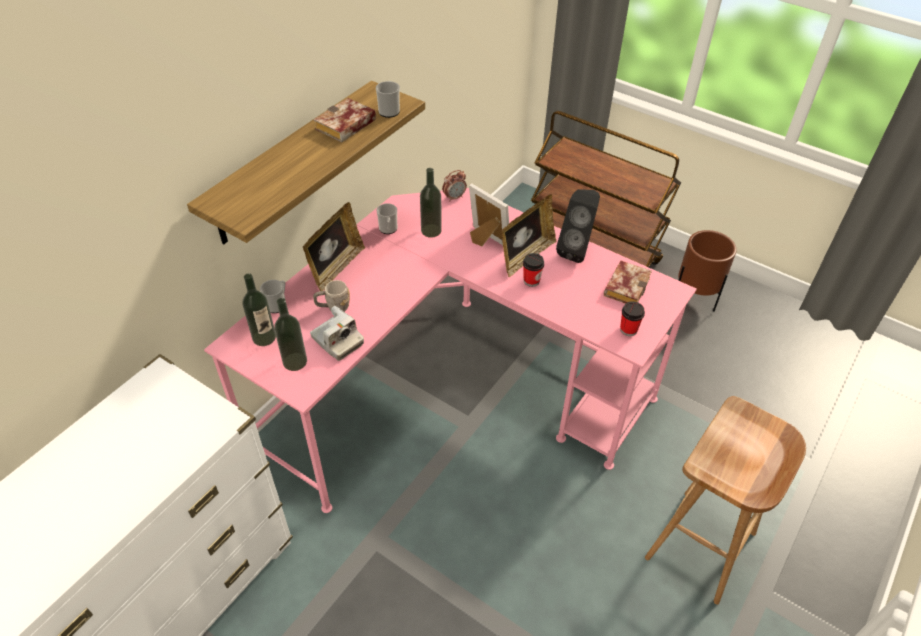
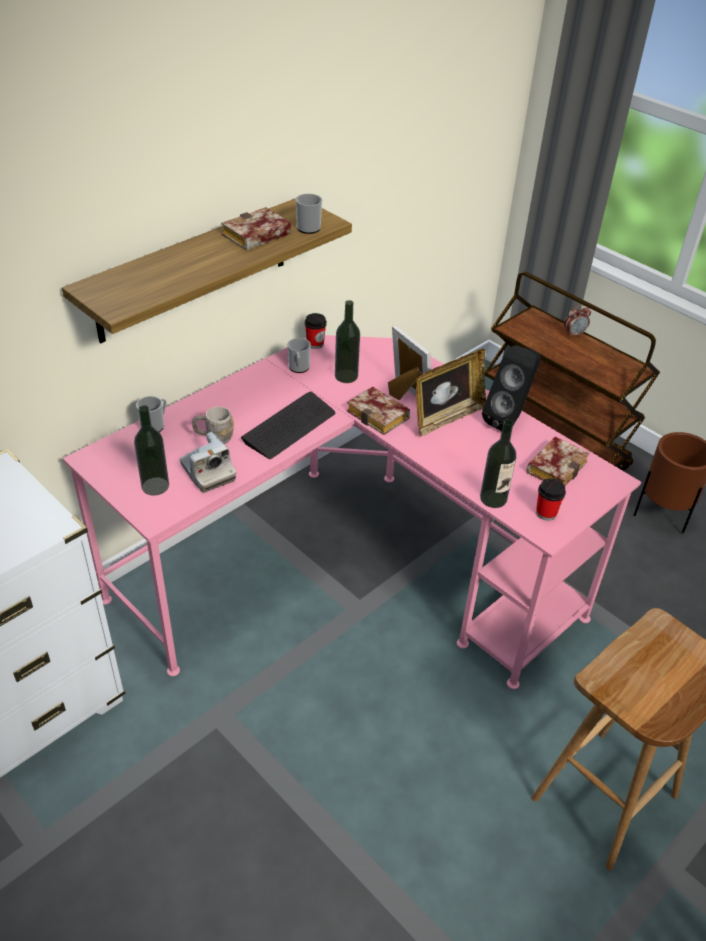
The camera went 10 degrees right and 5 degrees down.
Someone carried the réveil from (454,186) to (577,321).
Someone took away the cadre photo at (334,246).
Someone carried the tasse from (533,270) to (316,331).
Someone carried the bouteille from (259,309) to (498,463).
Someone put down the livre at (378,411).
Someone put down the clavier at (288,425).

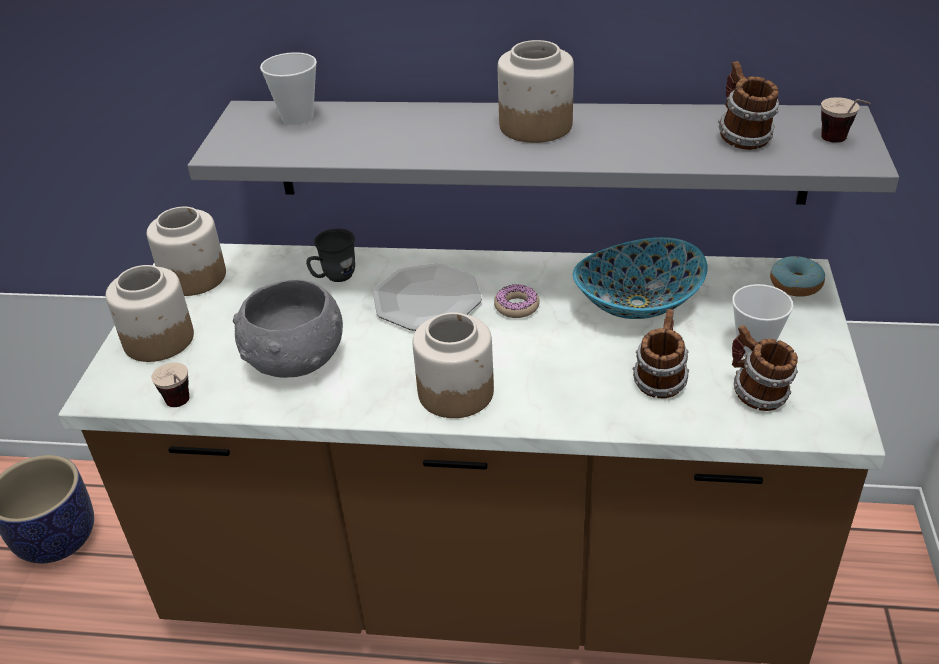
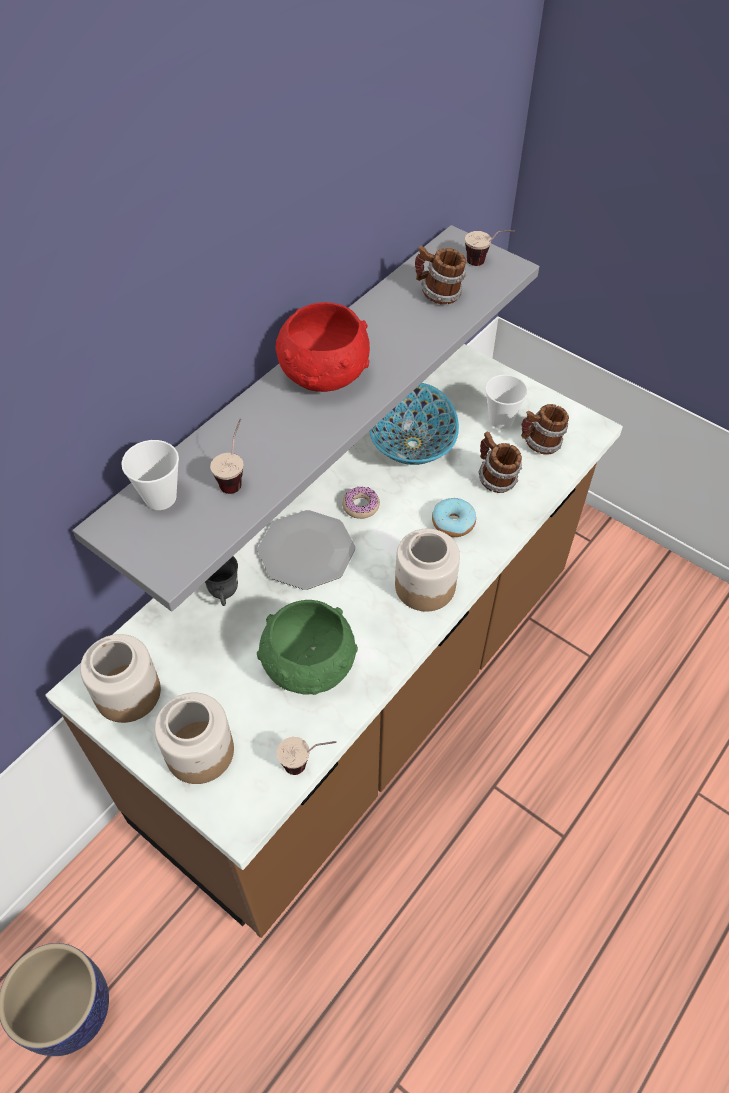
The camera went 60 degrees left and 15 degrees up.
Someone swapped the bocal at (536,91) for the bol [rouge] at (323,347).
Someone carried the beignet from (797,276) to (454,517).
Someone repainted the bol [gris] at (288,329), which became the bol [vert] at (307,647).
Someone put down the tasse at (226,456).

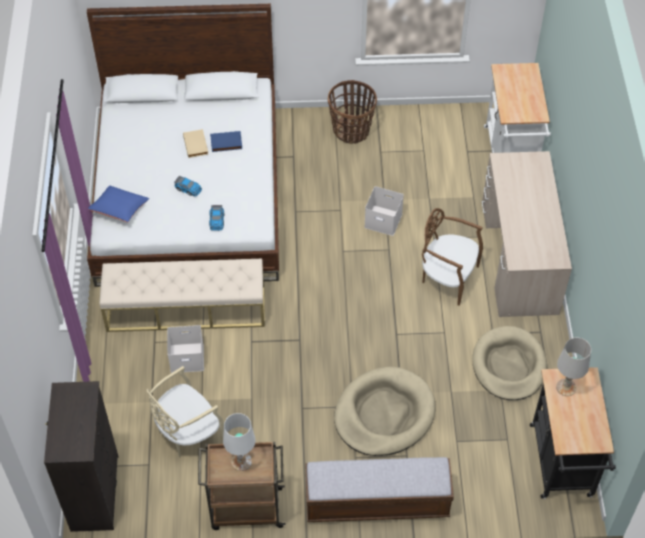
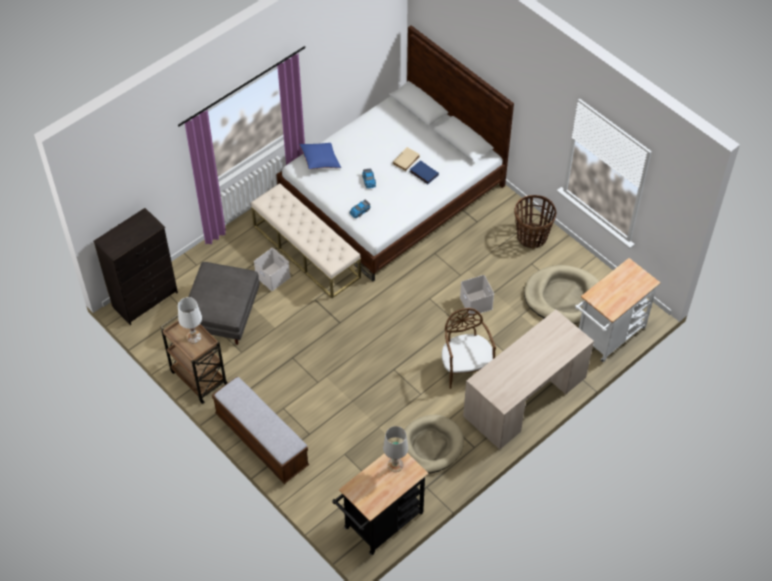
The camera went 50 degrees right and 0 degrees up.
Someone swapped the chaise [beige] at (185,412) for the pouf [gris] at (222,303).
Someone carried the panier pour chien [beige] from (385,411) to (561,294).

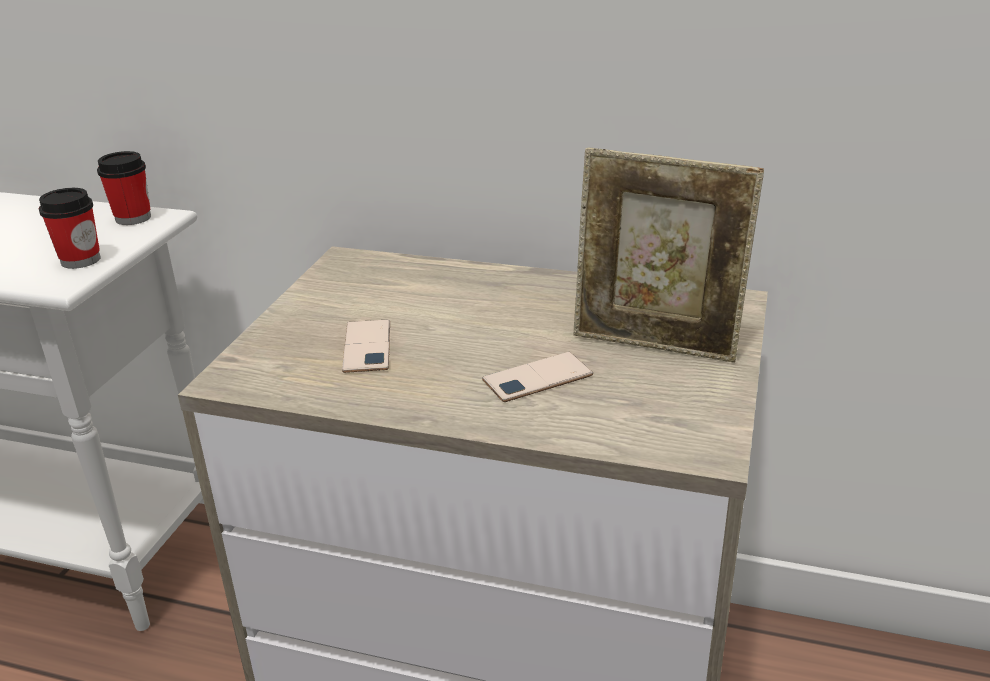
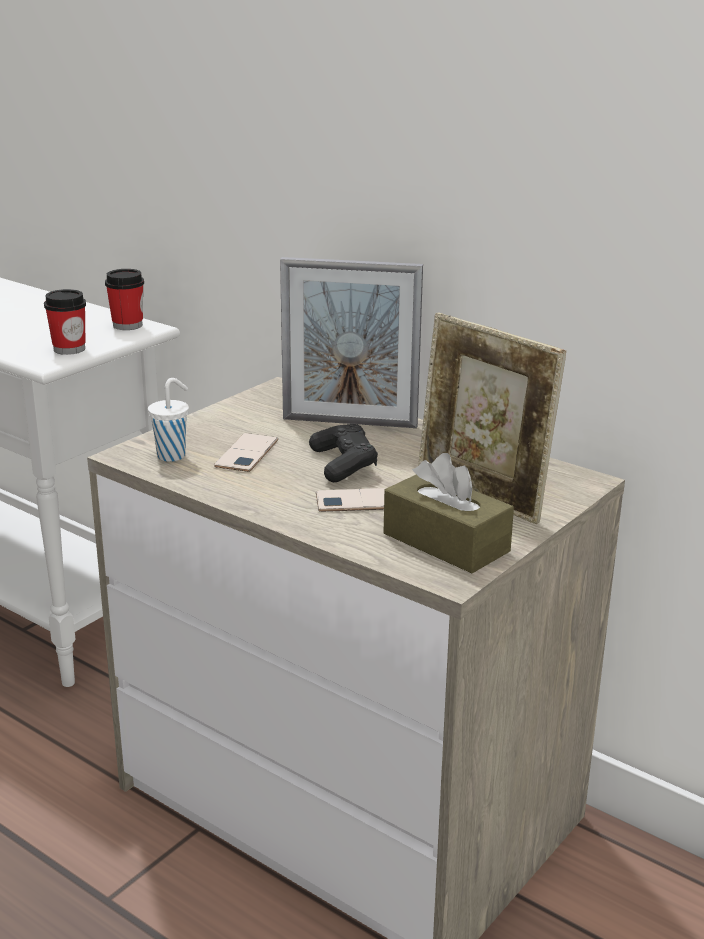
The camera went 20 degrees right and 5 degrees down.
Someone put down the cadre photo at (351,342).
Someone put down the tasse [blanc] at (168,420).
Someone put down the manette [noir] at (343,453).
Someone put down the boîte à mouchoirs [marron] at (449,513).

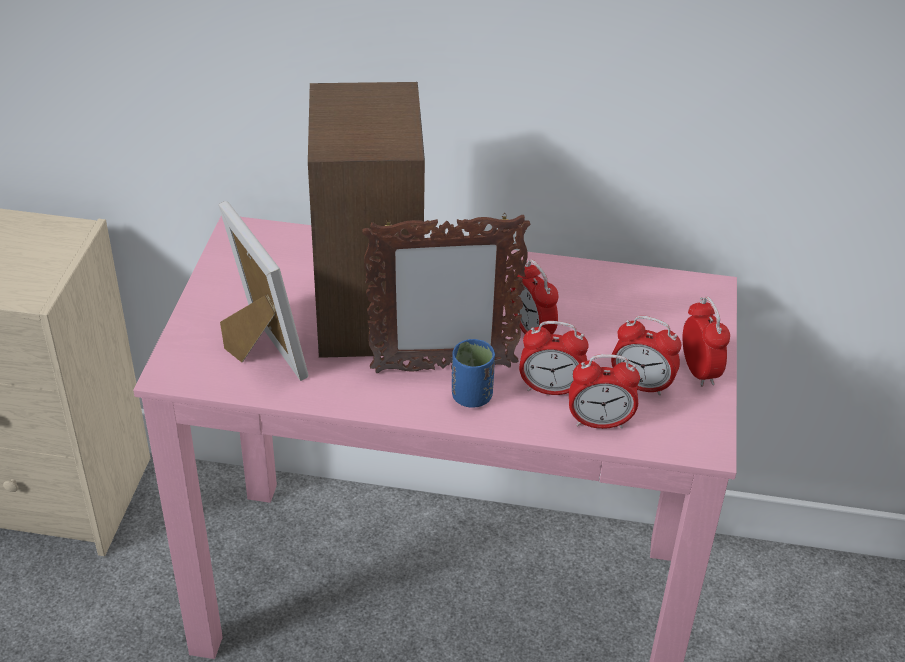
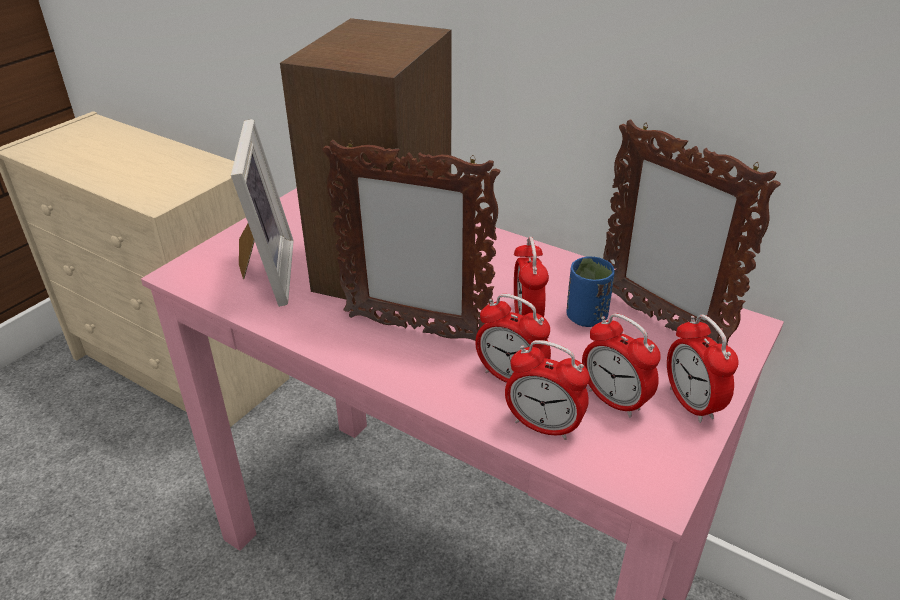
The camera went 25 degrees right and 5 degrees down.
Someone rotated the réveil at (706,342) by 150 degrees clockwise.
Someone carried the tasse [bleu] from (473,373) to (591,291).
Someone put down the cadre photo at (692,232).

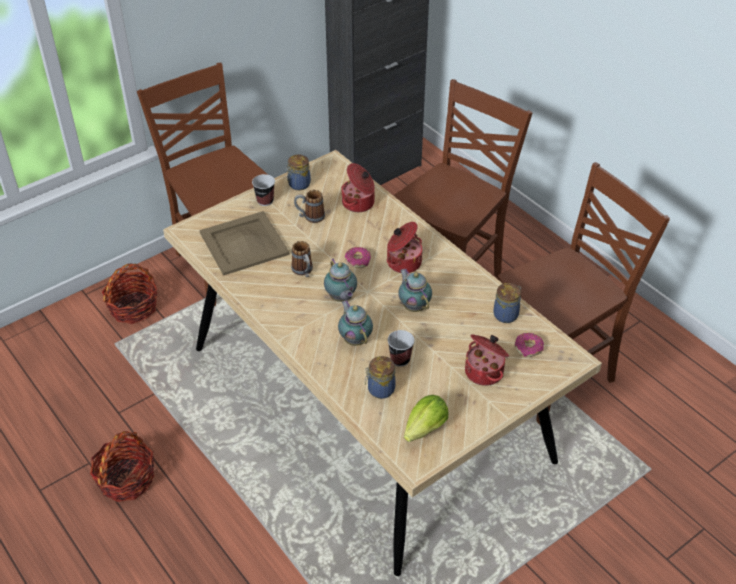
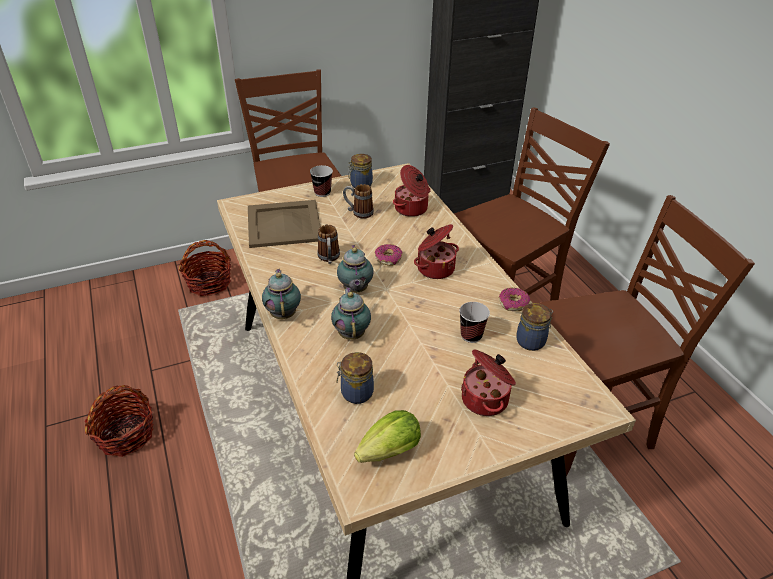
The camera went 15 degrees right and 5 degrees down.
Someone carried the théière from (415,290) to (281,294).
Someone carried the tasse from (401,348) to (474,322).
Someone carried the beignet from (529,345) to (514,299).

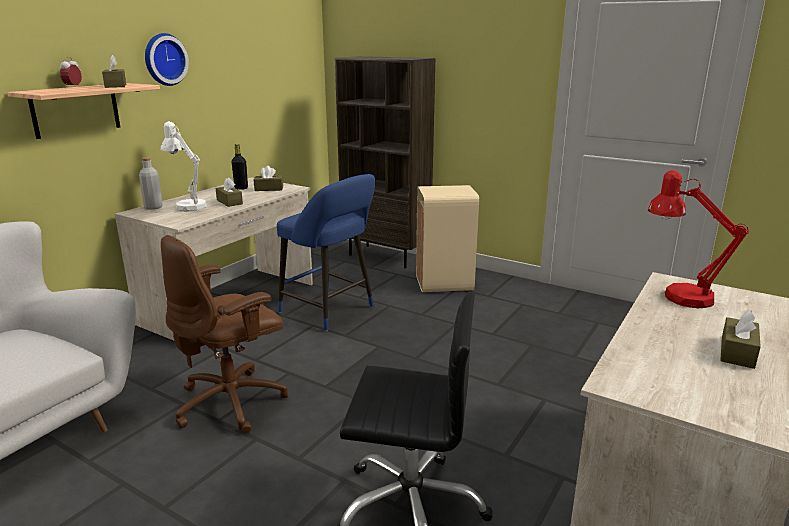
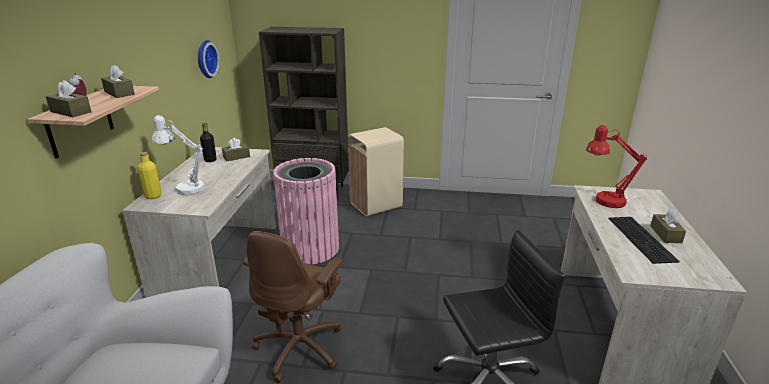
The camera went 25 degrees left and 5 degrees up.
Someone carried the horloge murale from (167,59) to (208,59).
Someone repainted the bouteille [gris] at (151,183), which became the bouteille [jaune] at (149,175).
Someone swapped the tabouret [bleu] at (326,252) for the poubelle [rose] at (306,211).
Someone carried the boîte à mouchoirs [marron] from (229,192) to (69,98).
Someone put down the clavier at (644,240).

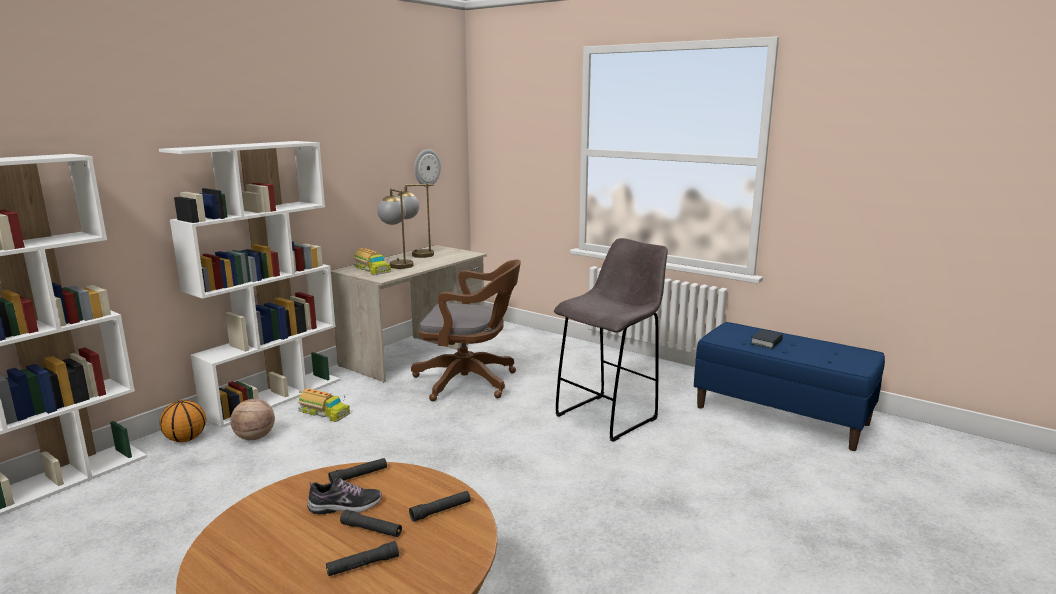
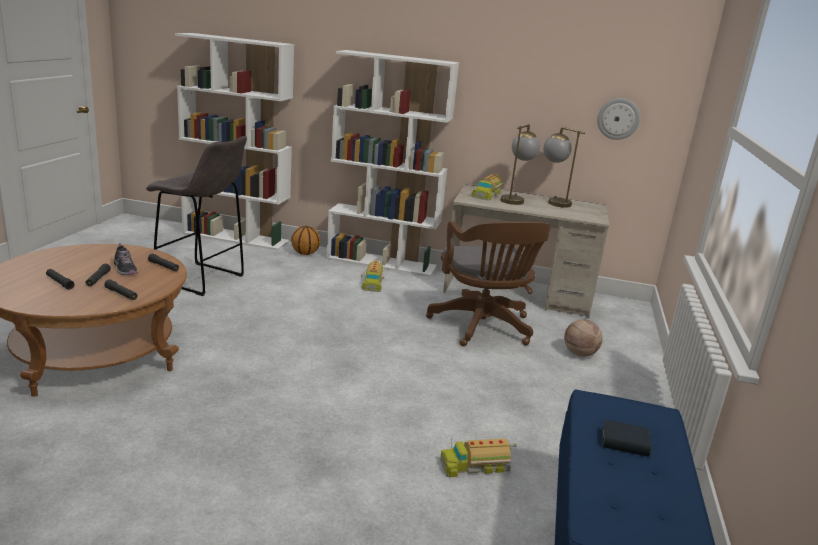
The camera went 65 degrees right and 5 degrees up.
Someone carried the tabouret [gris] from (611,340) to (196,216).
Someone carried the ballon de basket from (252,419) to (583,338).
Someone put down the camion jouet at (478,457).

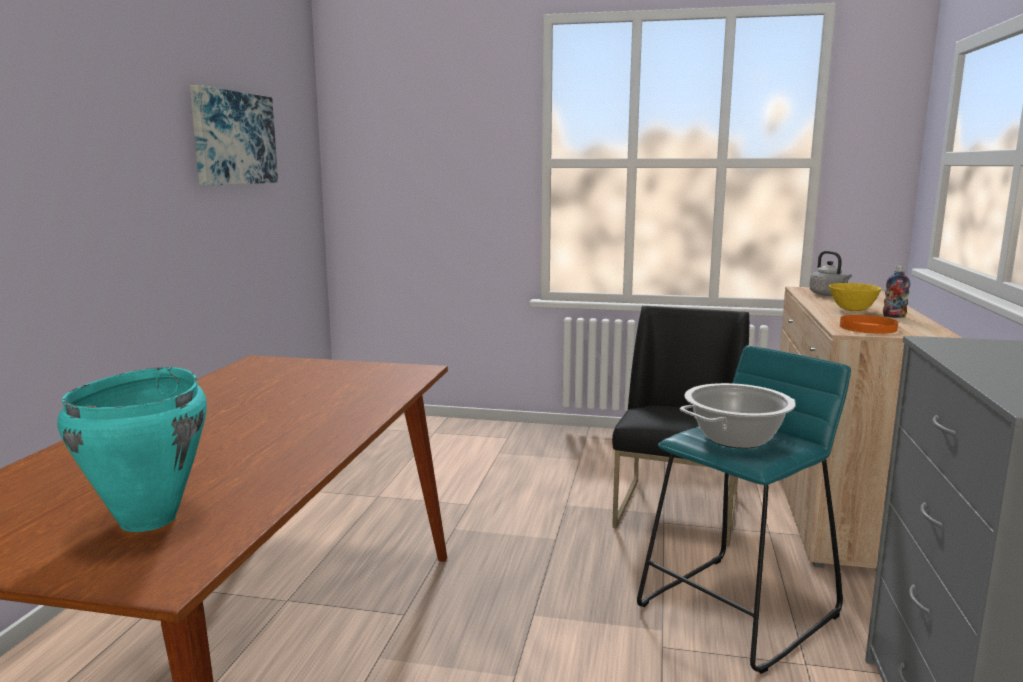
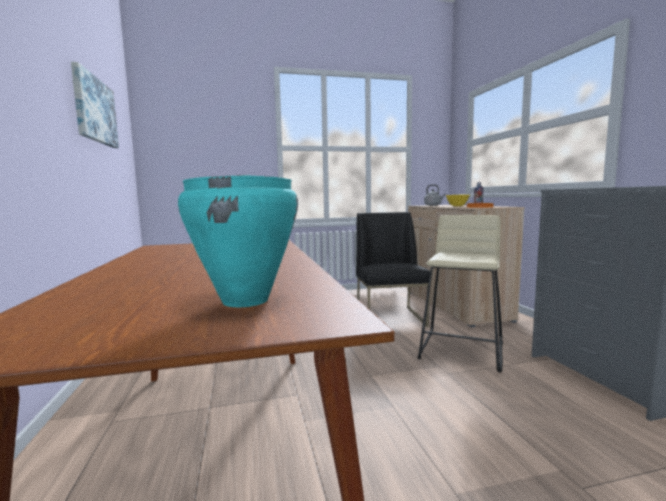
The camera went 25 degrees left and 5 degrees down.
Someone repainted the tabouret [turquoise] at (744,509), which became the tabouret [beige] at (460,294).
Someone took away the marmite at (738,416).

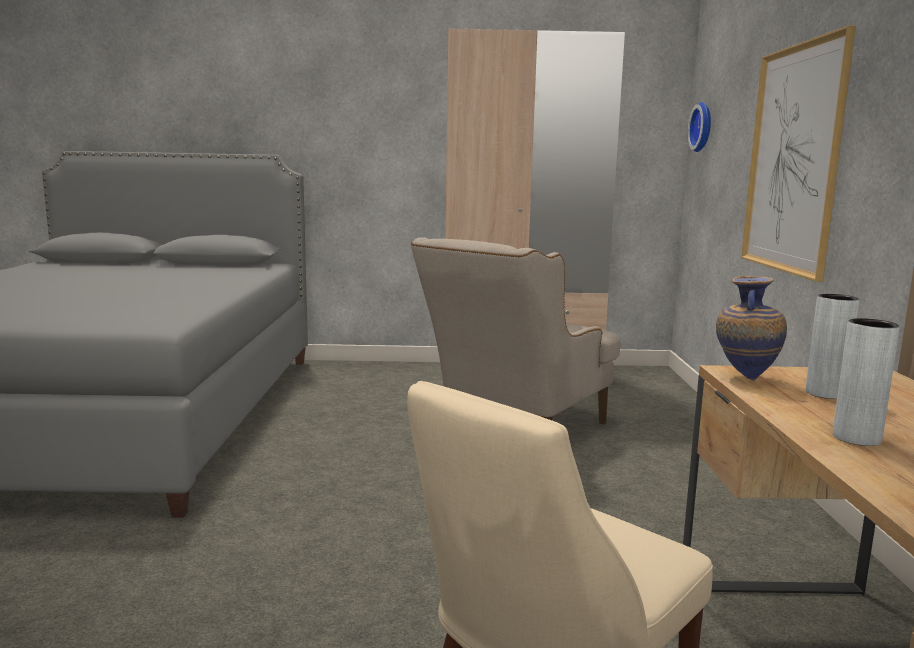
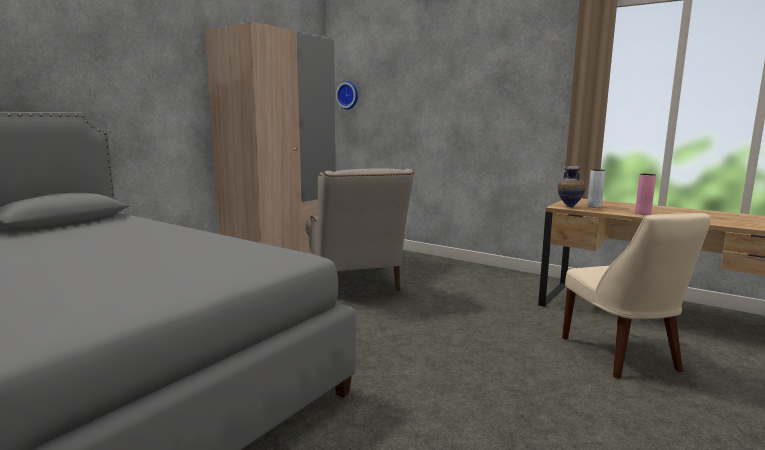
The camera went 55 degrees left and 0 degrees up.
Someone took away the tableau at (798,154).
Someone repainted the vase [gris] at (866,382), which became the vase [rose] at (645,194).

